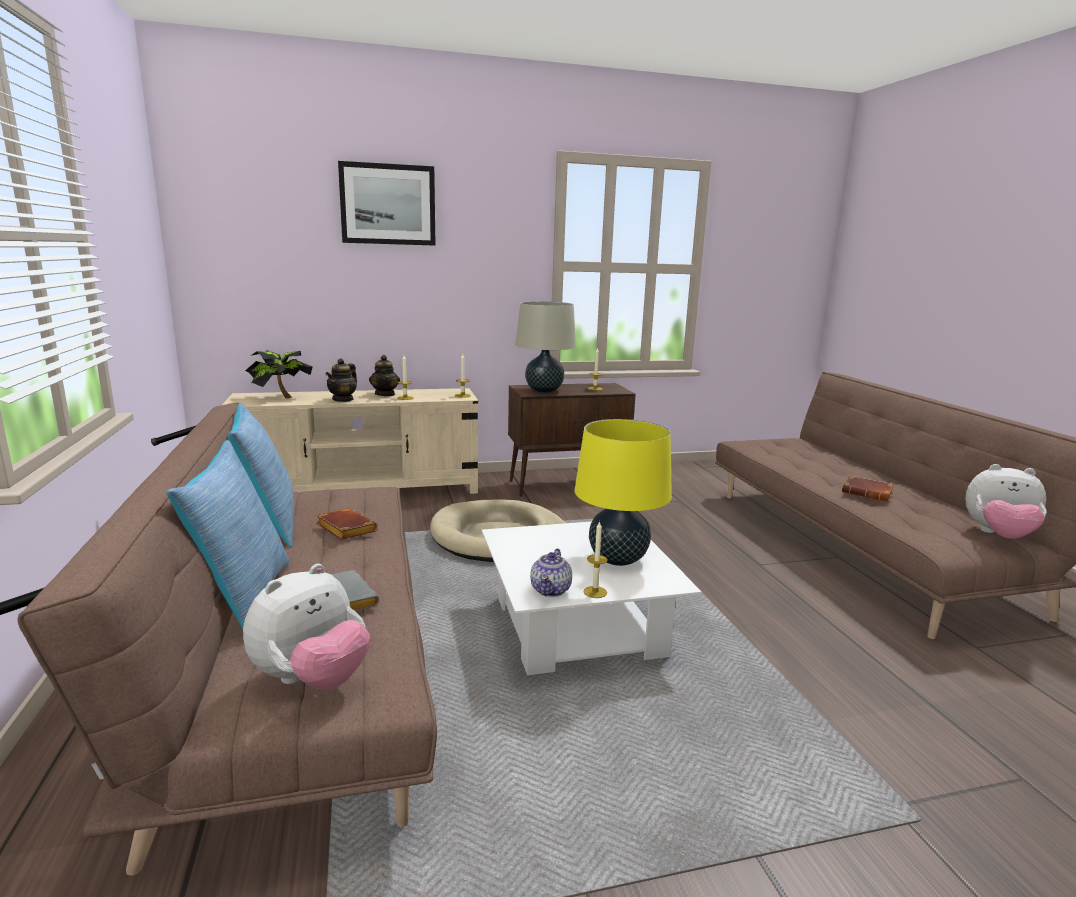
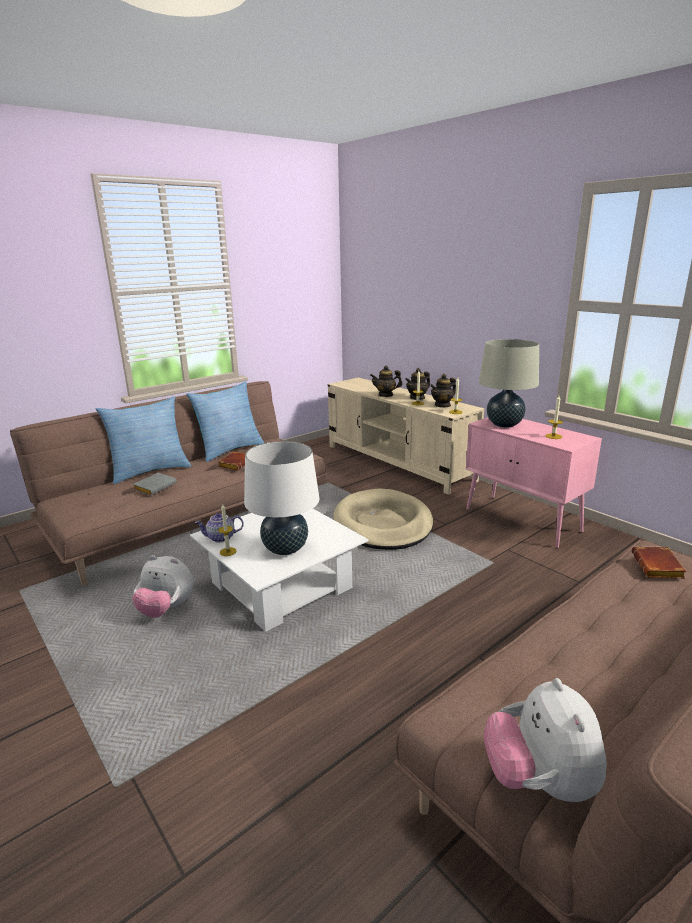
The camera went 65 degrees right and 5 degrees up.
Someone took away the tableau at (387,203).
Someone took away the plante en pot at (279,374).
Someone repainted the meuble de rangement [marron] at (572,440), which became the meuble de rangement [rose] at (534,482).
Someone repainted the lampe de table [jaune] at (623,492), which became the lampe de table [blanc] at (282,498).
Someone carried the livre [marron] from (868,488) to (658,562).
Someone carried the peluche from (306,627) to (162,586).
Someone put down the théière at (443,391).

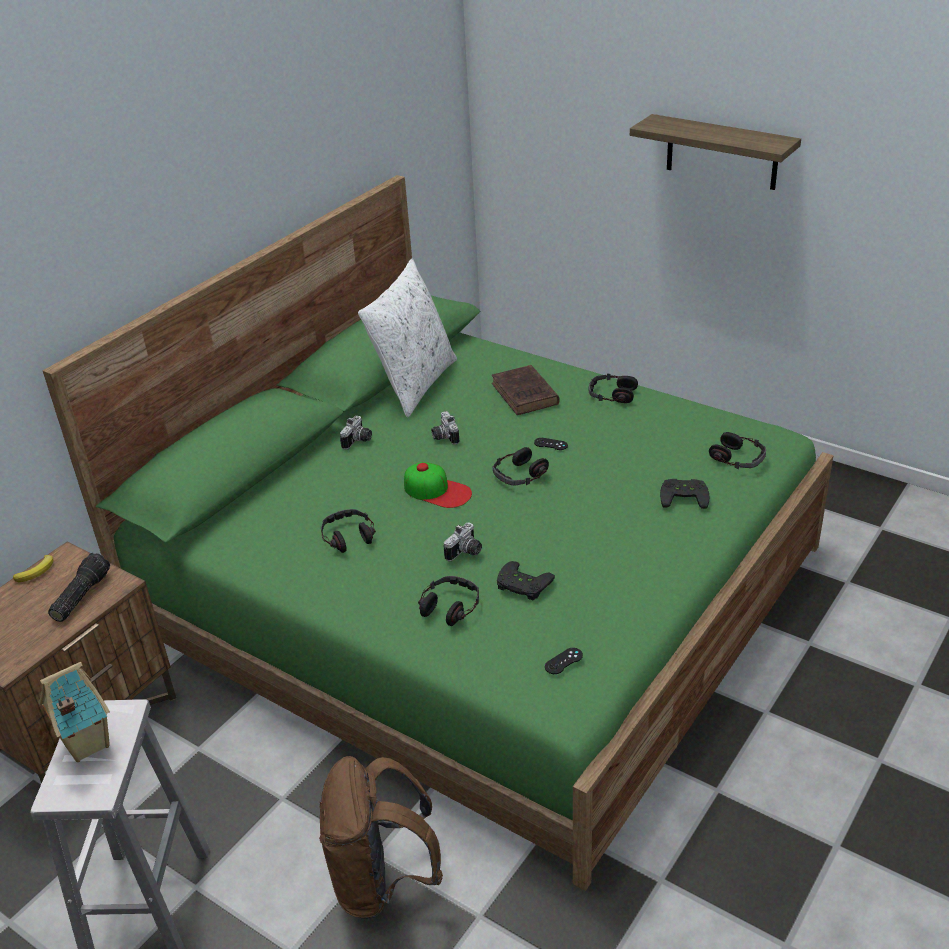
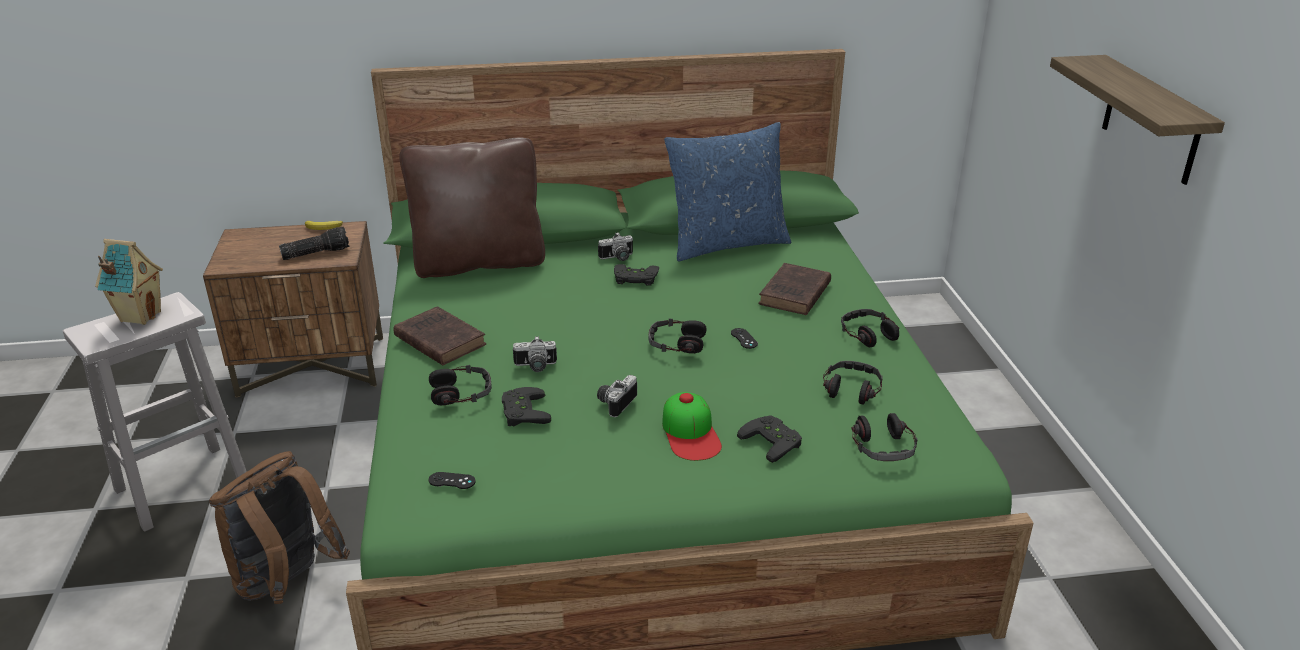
The camera went 45 degrees right and 5 degrees down.
Someone repainted the coussin [blanc] at (407,338), which became the coussin [bleu] at (727,191).
Someone carried the appareil photo from (445,428) to (617,396).
Someone carried the casquette from (438,485) to (692,426).
Someone carried the casque audio from (348,531) to (852,383).
Someone put down the coussin [marron] at (472,207).
Someone put down the manette [noir] at (636,275).
Someone put down the livre [marron] at (439,335).

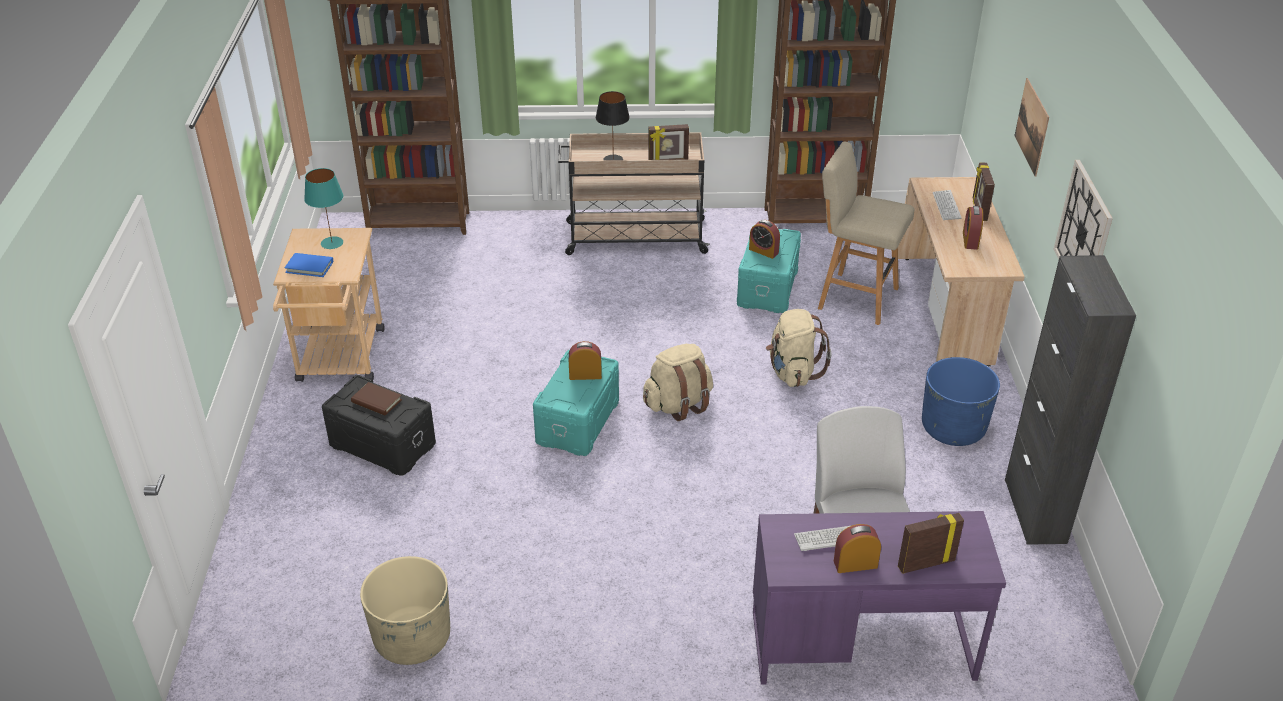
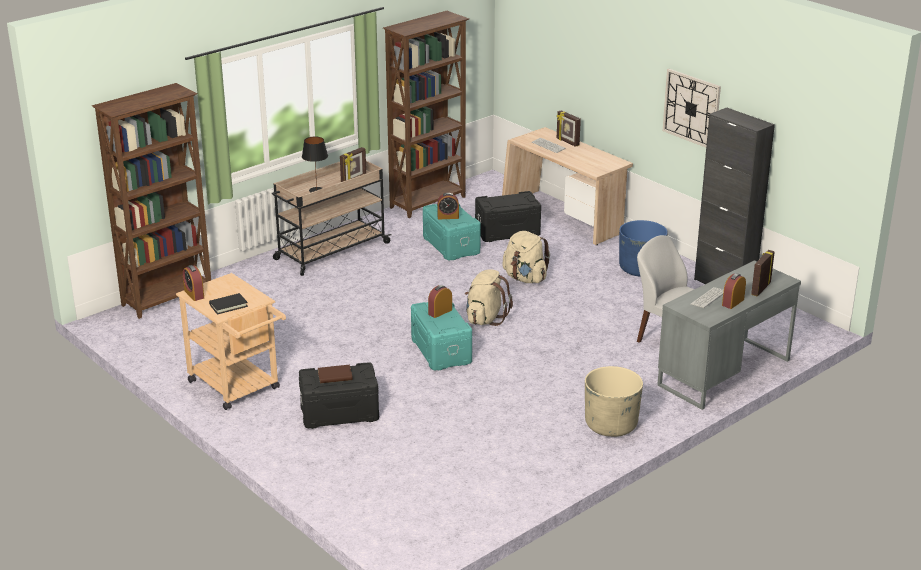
The camera went 40 degrees left and 10 degrees down.
Someone took away the tableau at (1031,127).
Someone swapped the tabouret [beige] at (866,233) for the boîte de rangement [noir] at (508,216).
Someone took away the lampe de table [turquoise] at (323,208).
Someone carried the réveil from (973,228) to (193,283).
Someone repainted the livre [bleu] at (308,265), which became the livre [noir] at (228,303).
Someone repainted the bureau [violet] at (879,597), which became the bureau [gris] at (729,335).
Someone carried the cache-pot [beige] from (405,610) to (614,401).

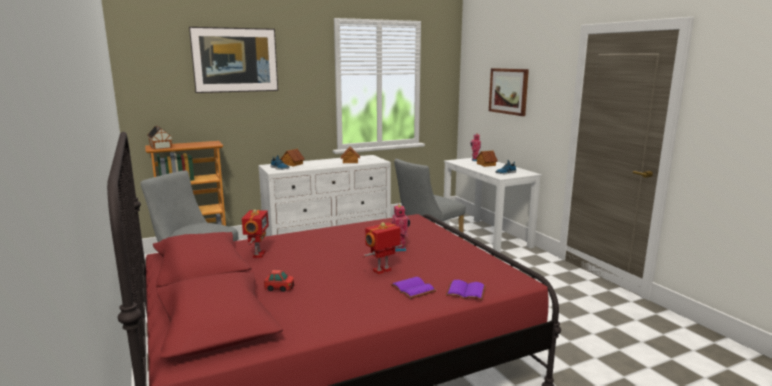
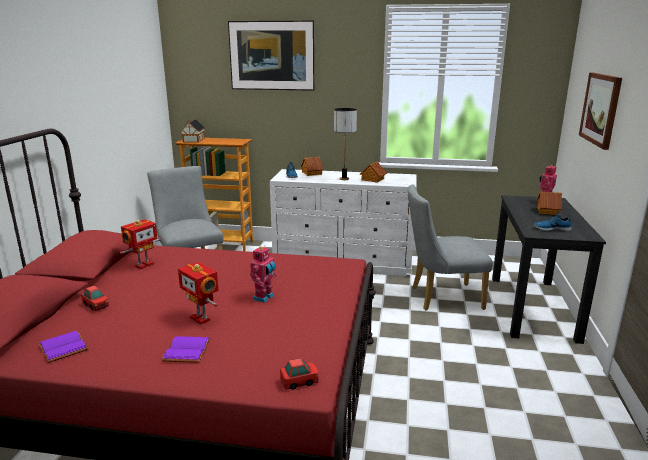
The camera went 35 degrees right and 5 degrees up.
Someone repainted the bureau [blanc] at (492,205), which became the bureau [noir] at (549,269).
Someone rotated the robot jouet at (382,248) by 135 degrees counterclockwise.
Someone carried the livre [violet] from (466,290) to (63,347).
Someone put down the lampe de table at (345,144).
Someone put down the petite voiture at (299,374).

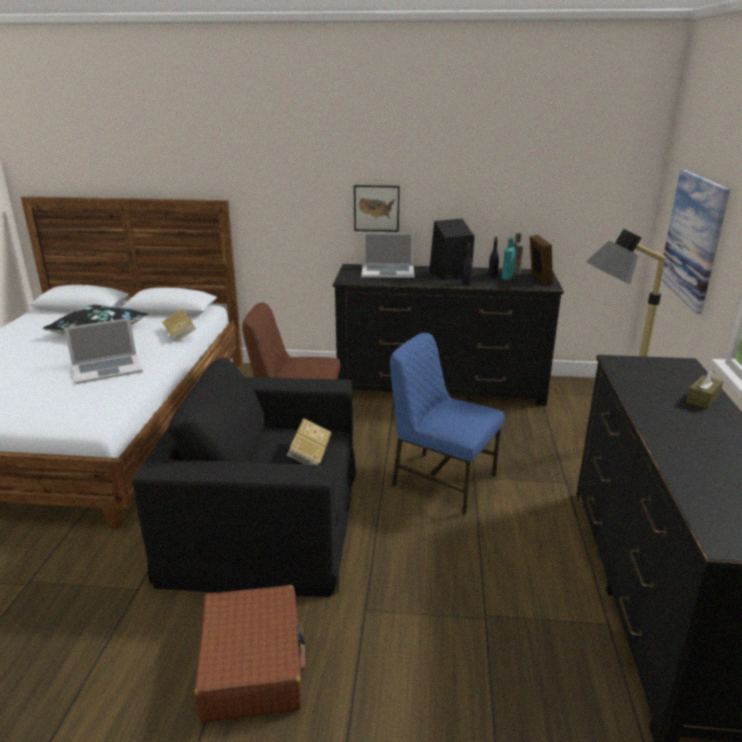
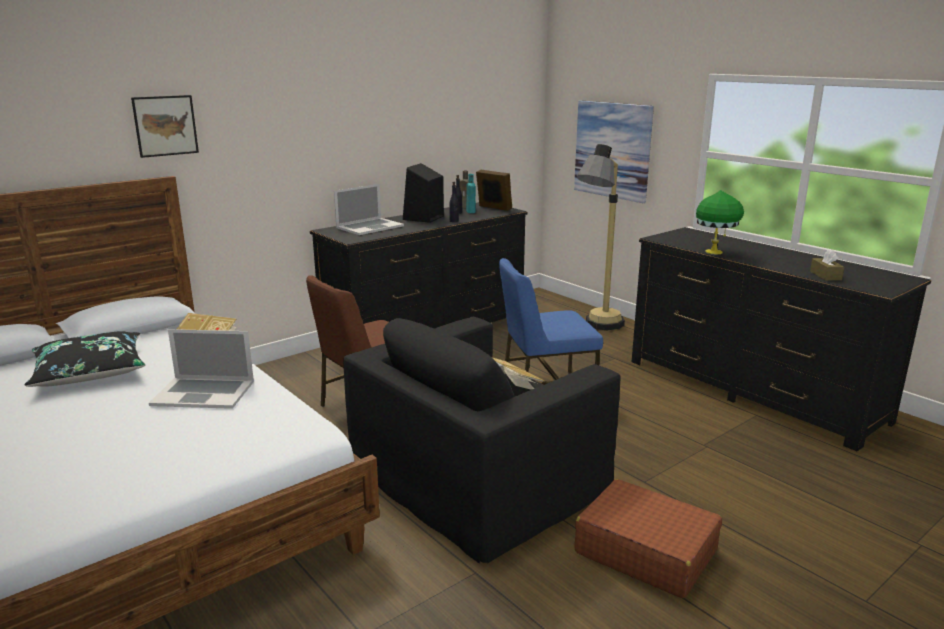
The camera went 45 degrees left and 5 degrees down.
Someone carried the tableau from (377,208) to (165,126).
Someone rotated the ordinateur portable at (103,351) by 75 degrees clockwise.
Someone carried the boîte à mouchoirs [marron] from (704,389) to (827,265).
Someone put down the lampe de table [vert] at (720,222).

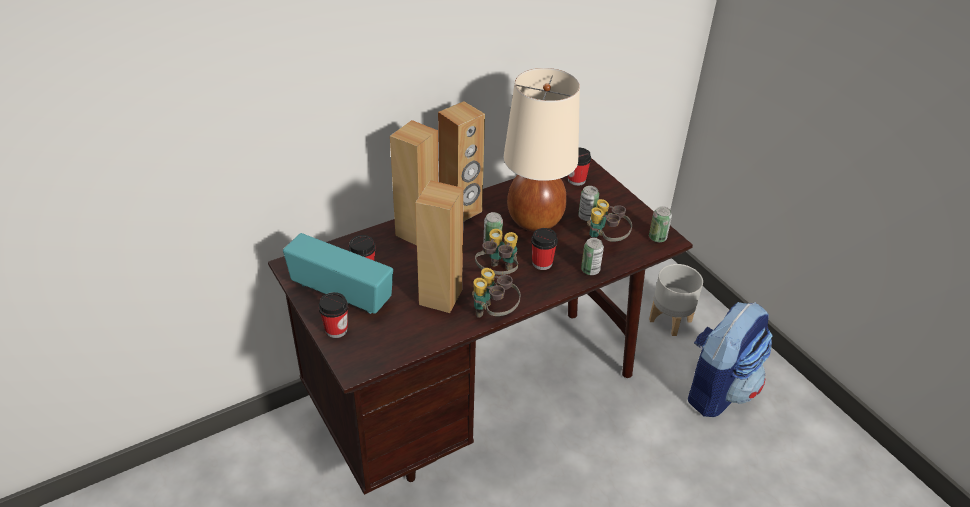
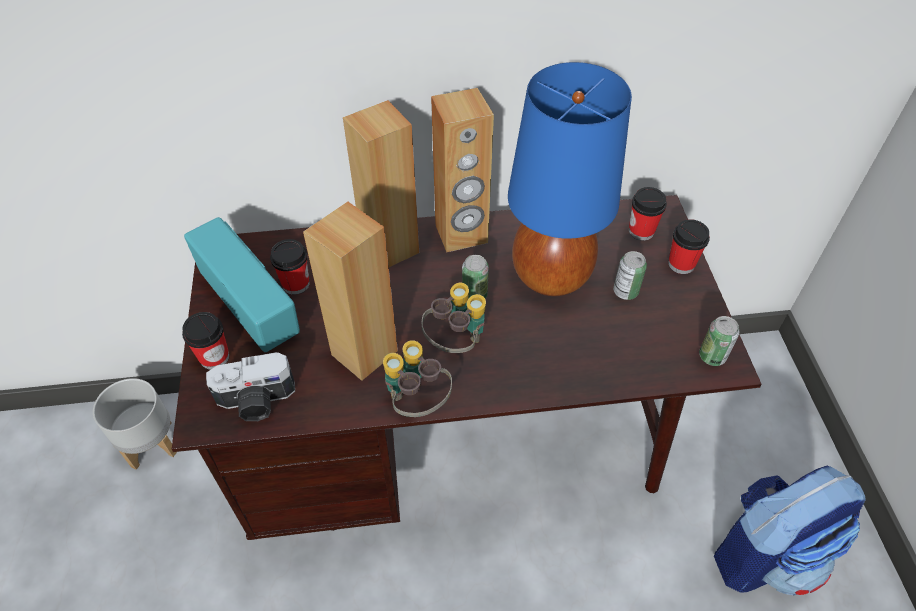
The camera went 25 degrees right and 10 degrees up.
Someone repainted the lampe de table [beige] at (542,149), which became the lampe de table [bleu] at (570,179).
Someone took away the jumelles at (609,220).
Someone carried the tasse from (544,249) to (689,246).
Someone took away the boîte métallique at (592,256).
Someone carried the cache-pot [gris] from (676,300) to (135,424).
Someone put down the appareil photo at (250,386).

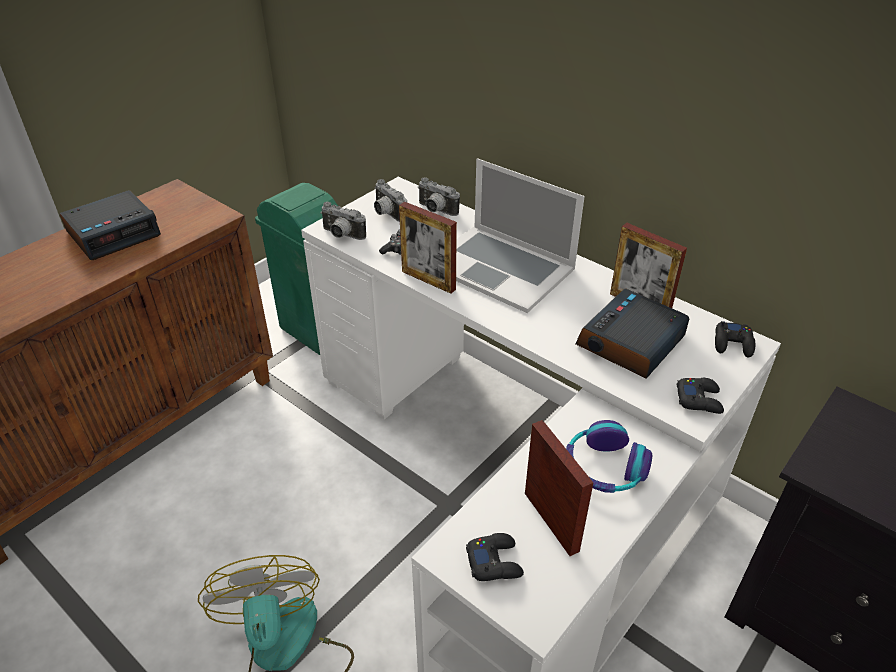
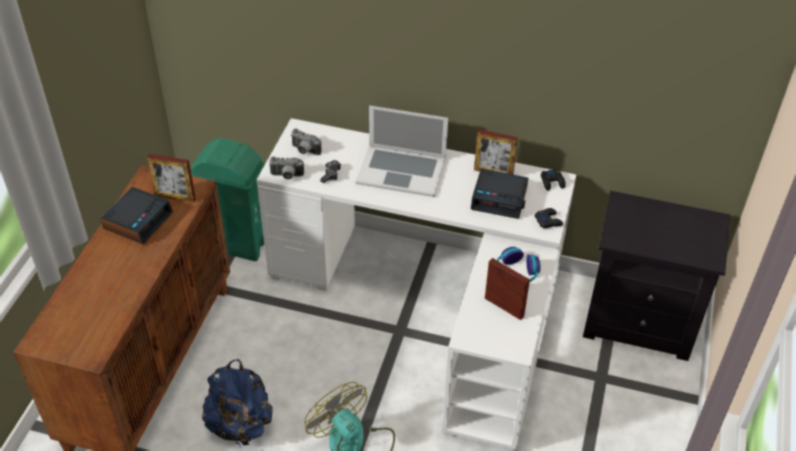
The camera went 25 degrees left and 5 degrees up.
Someone took away the appareil photo at (439,196).
Someone carried the cadre photo from (428,247) to (171,178).
Someone rotated the réveil at (632,333) by 90 degrees counterclockwise.
Someone took away the manette [noir] at (495,557).
Someone put down the sac à dos [bleu] at (237,402).

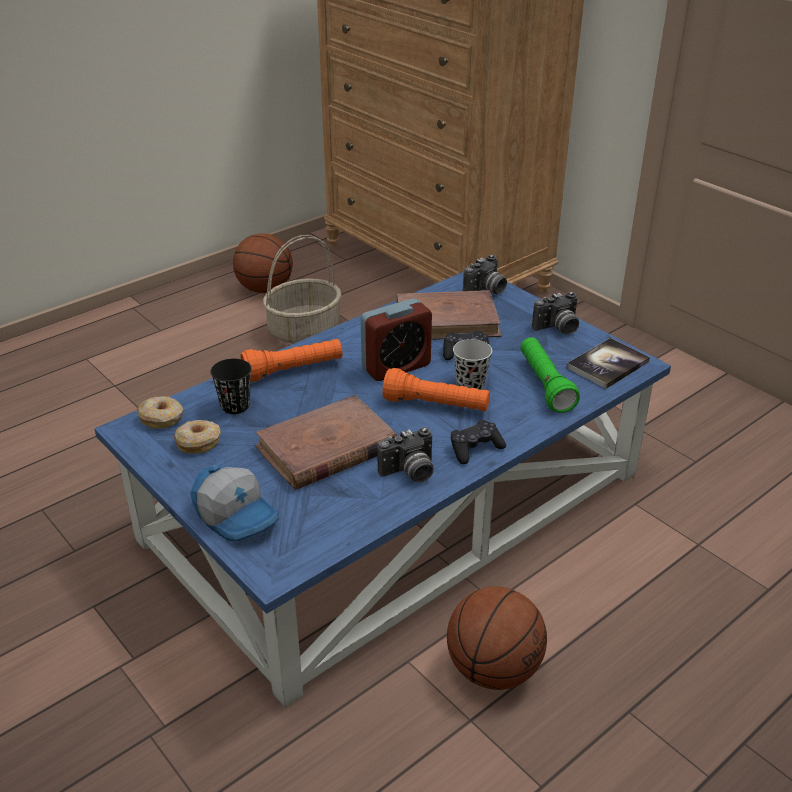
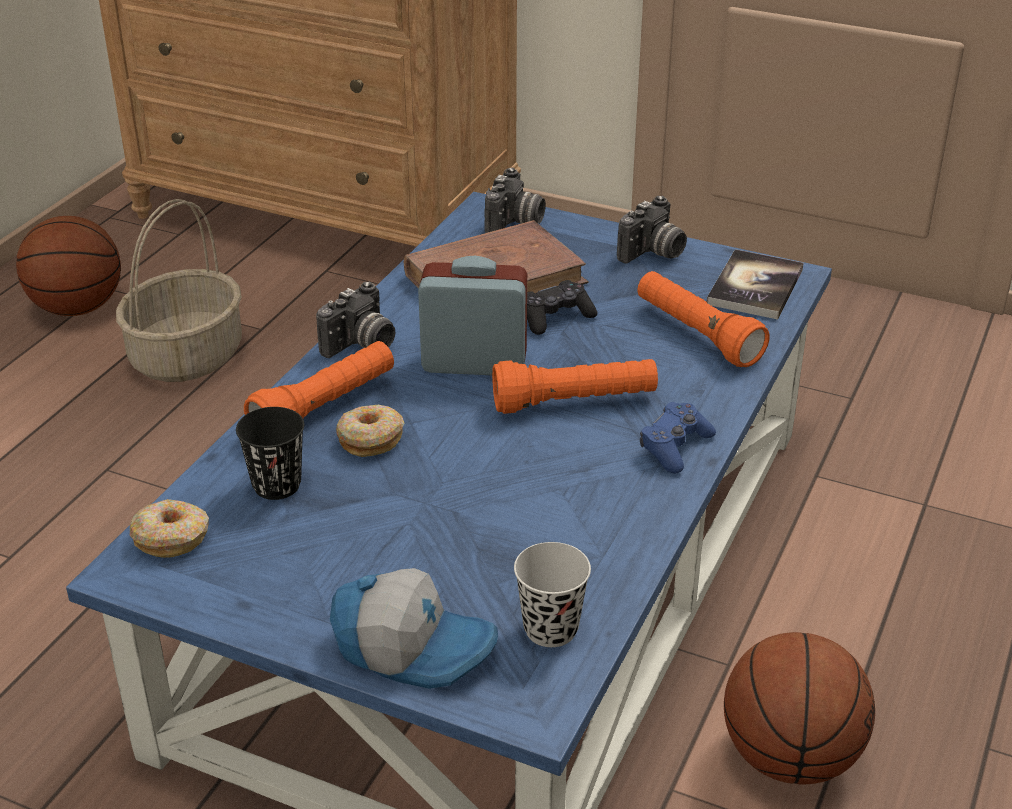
The camera went 25 degrees left and 0 degrees up.
Someone rotated the réveil at (396,339) by 120 degrees counterclockwise.
Someone repainted the lampe de poche [vert] at (550,375), which became the lampe de poche [orange] at (703,319).
Someone carried the tasse [noir] from (472,364) to (552,594).
Someone took away the livre [marron] at (325,442).
Someone carried the beignet from (197,437) to (370,431).
Someone repainted the manette [noir] at (478,442), which became the manette [bleu] at (678,438).
Someone carried the appareil photo from (405,454) to (355,320).

